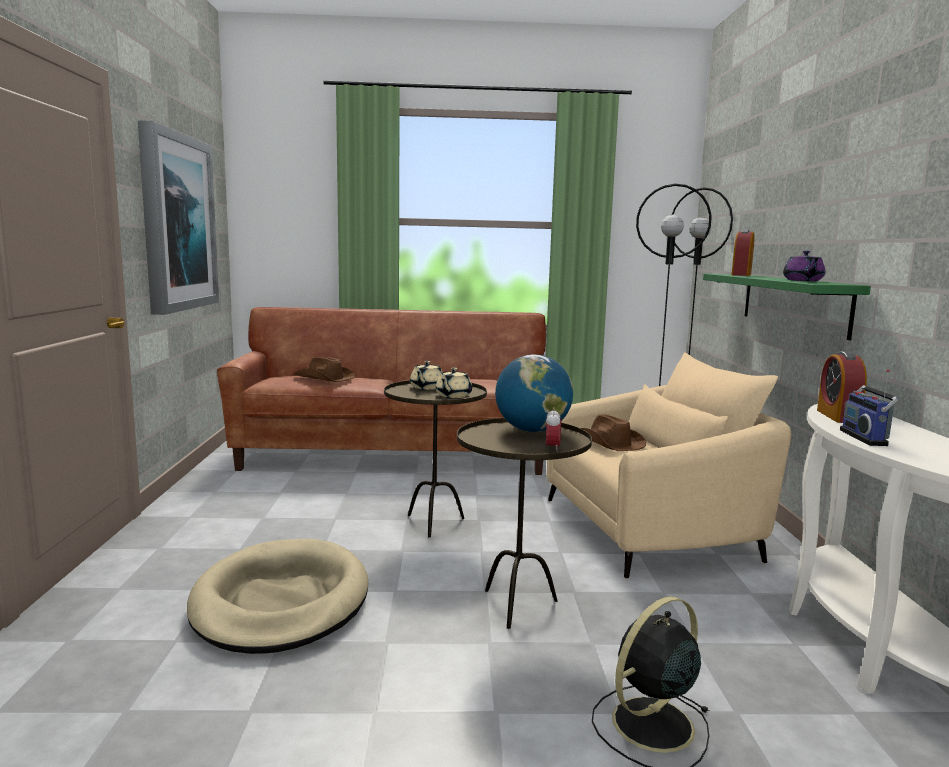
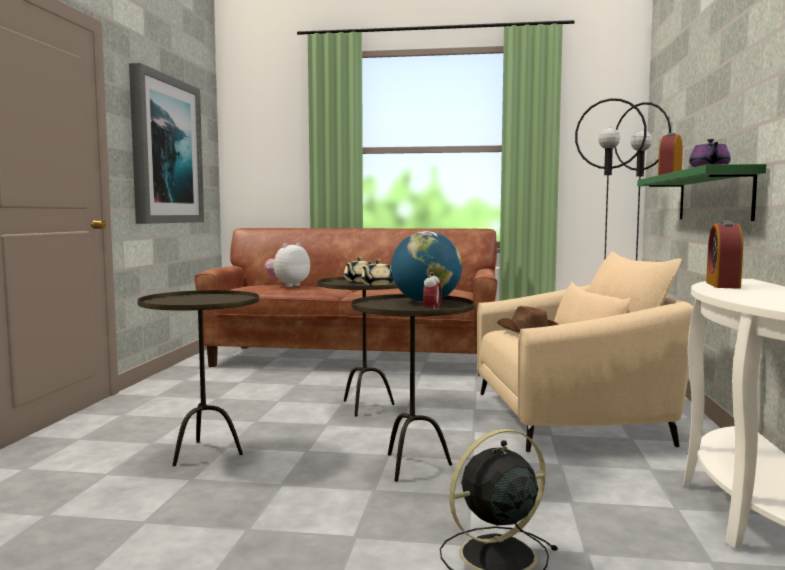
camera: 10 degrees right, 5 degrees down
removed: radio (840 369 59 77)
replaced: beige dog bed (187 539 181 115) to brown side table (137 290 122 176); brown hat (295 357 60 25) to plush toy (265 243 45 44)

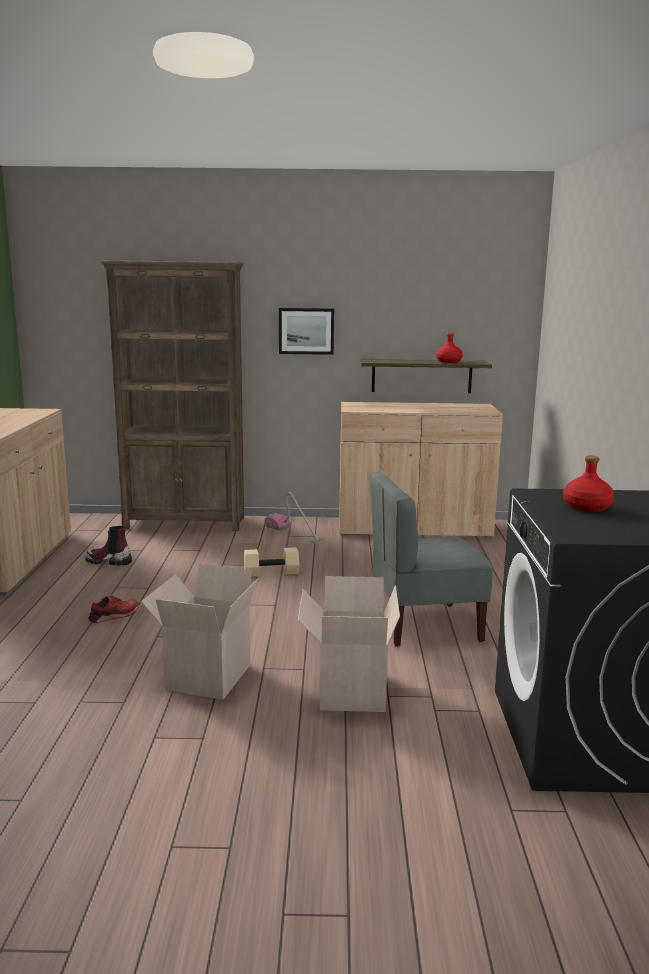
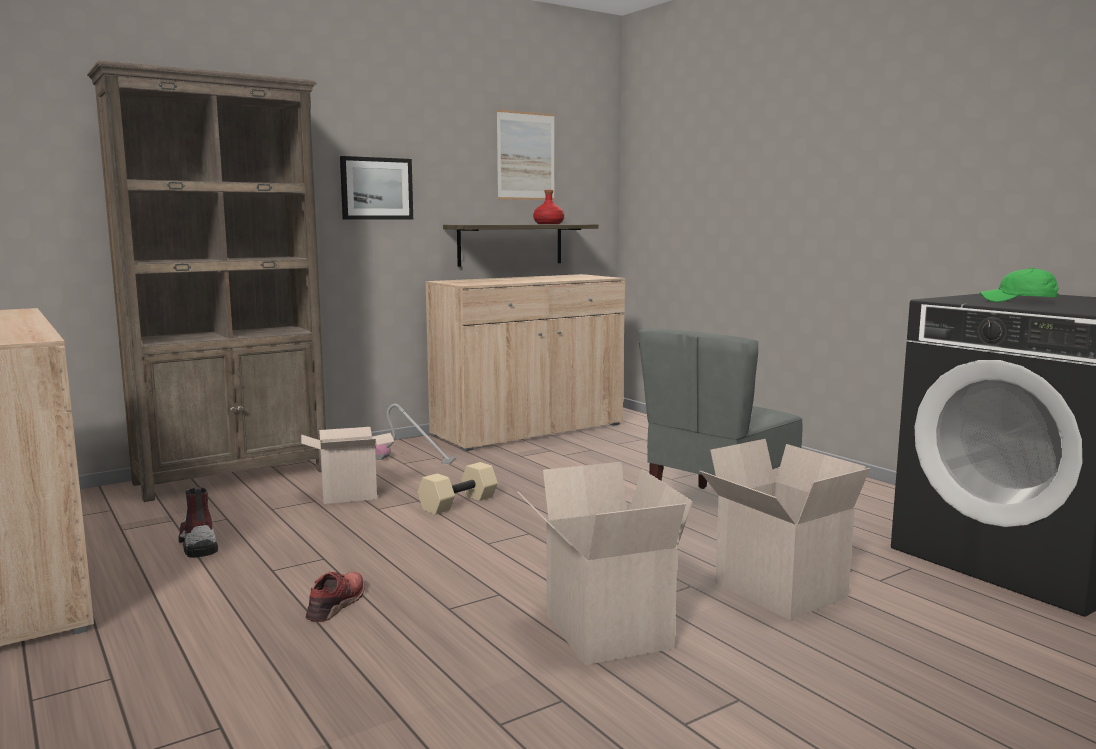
camera: 35 degrees left, 5 degrees down
added: cardboard box (301 427 93 77); picture (497 110 58 90)
replaced: red bottle (563 456 51 56) to green cap (980 268 79 34)
turned: boot (85 523 47 42) = (179 487 39 71) 90 degrees clockwise

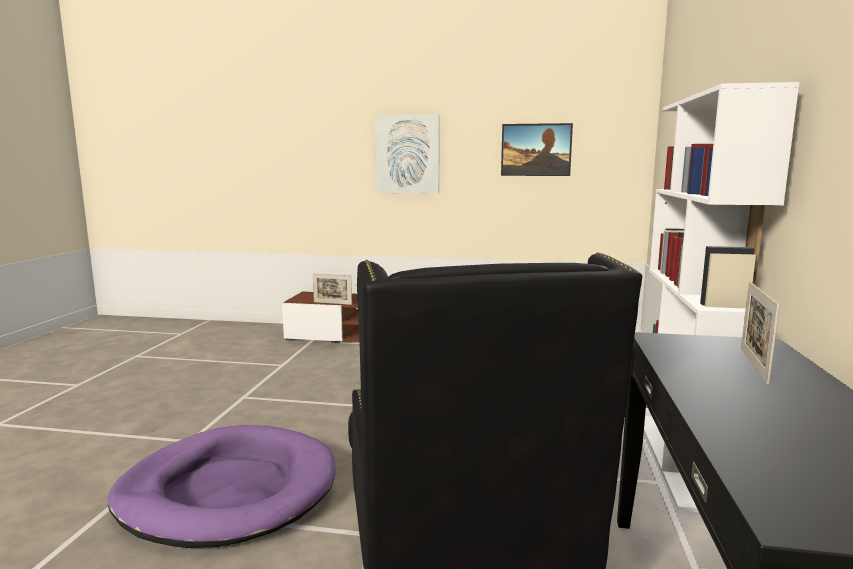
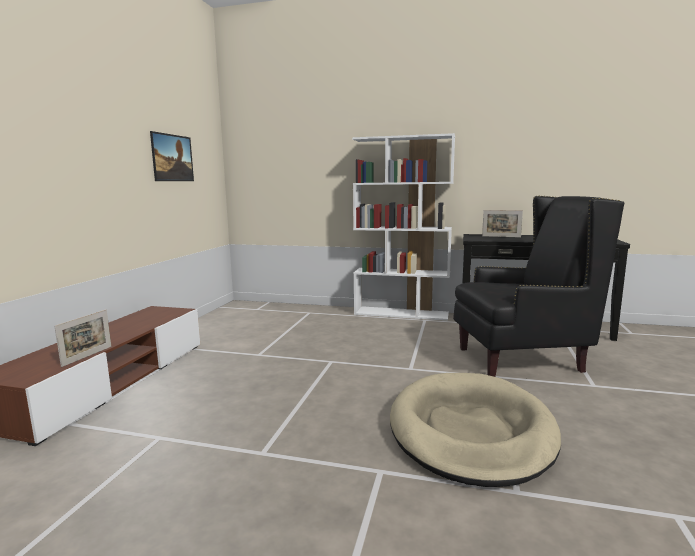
camera: 85 degrees left, 0 degrees up
removed: picture (375 114 65 80)
recoloured: purple dog bed (108 425 228 123) to beige dog bed (390 373 171 114)

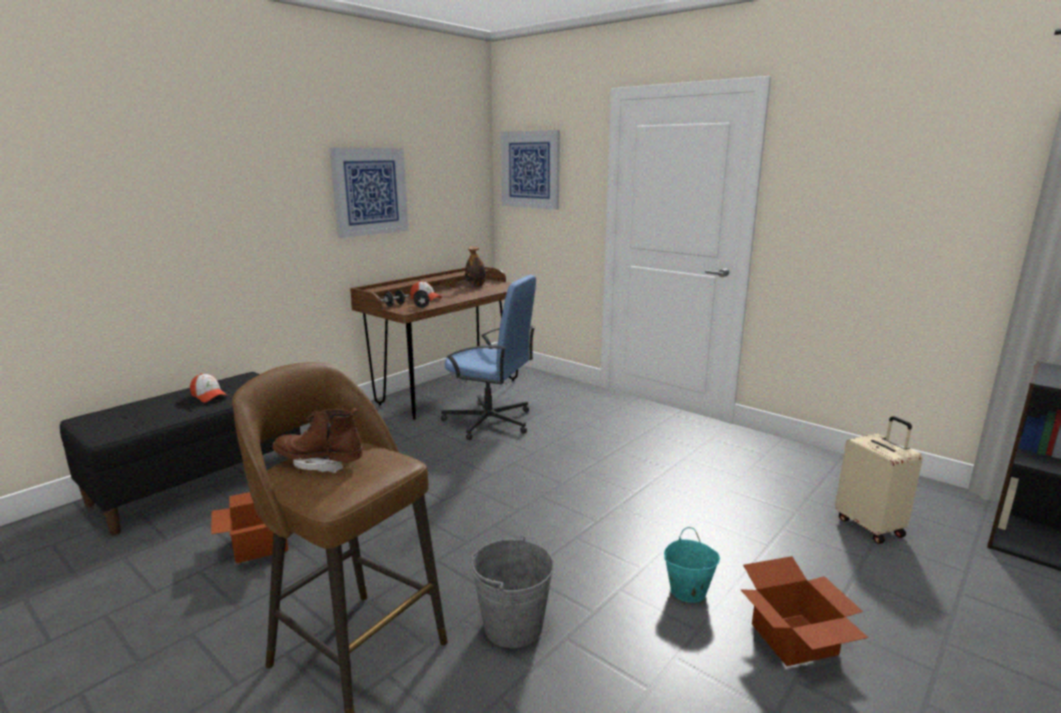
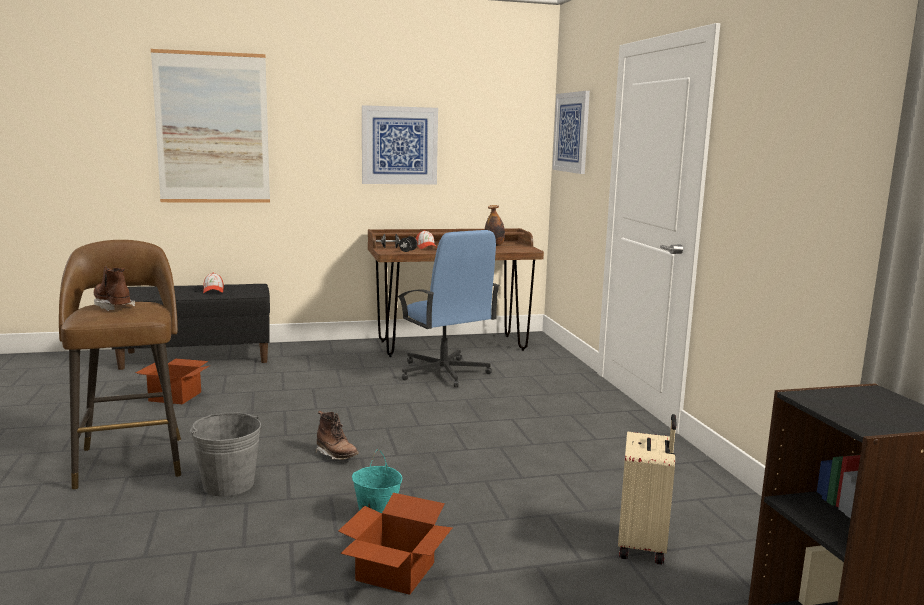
camera: 35 degrees right, 5 degrees down
added: picture (151 49 119 154); brown boot (316 411 43 49)

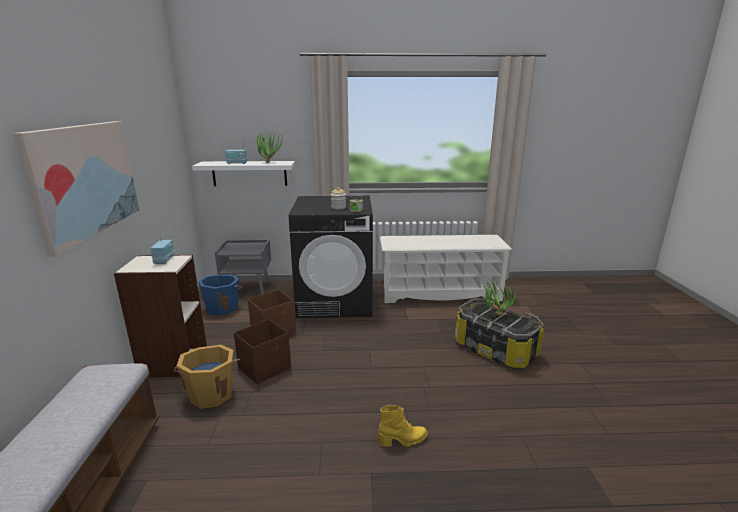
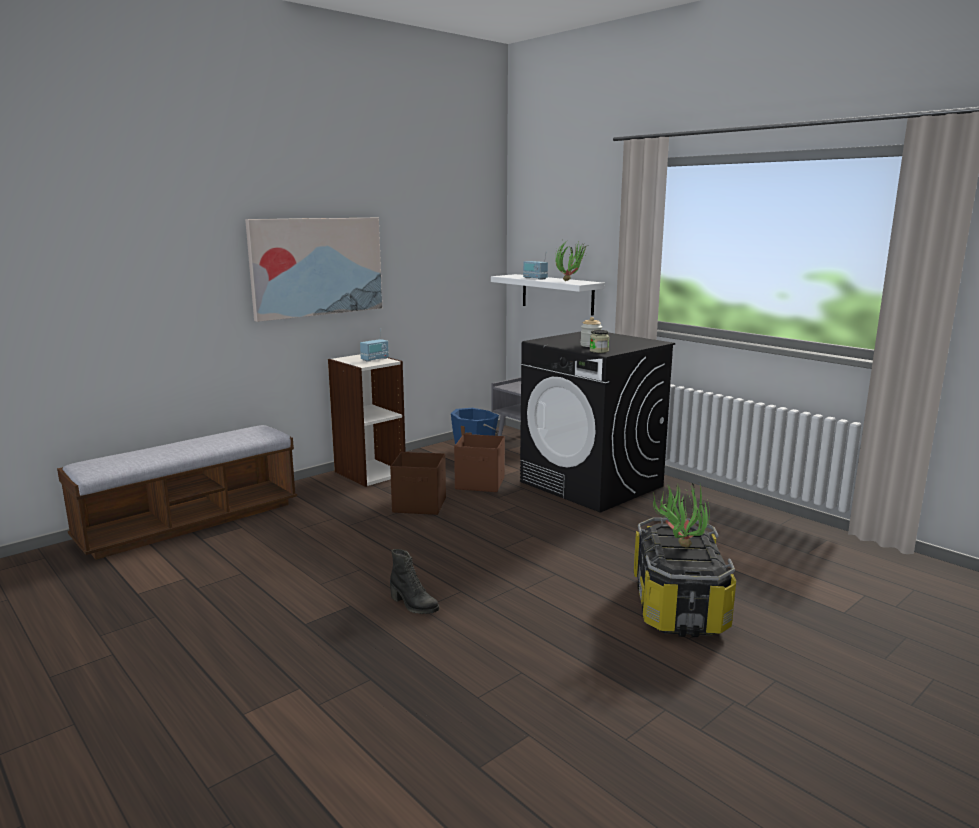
camera: 50 degrees right, 5 degrees down
removed: orange bucket (174 345 66 64); white shoe rack (380 235 132 68)
recoloured: yellow boot (379 405 49 42) to black boot (390 549 49 65)

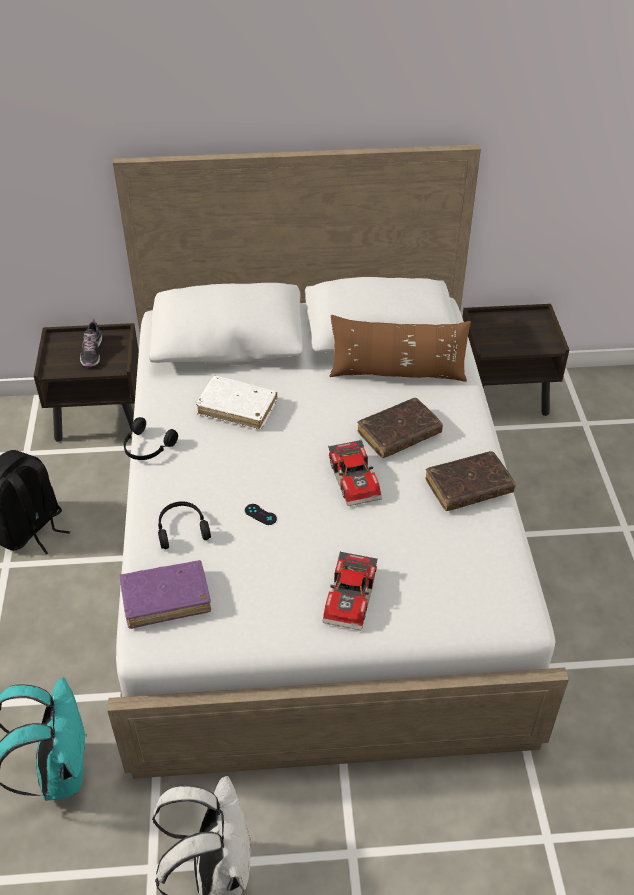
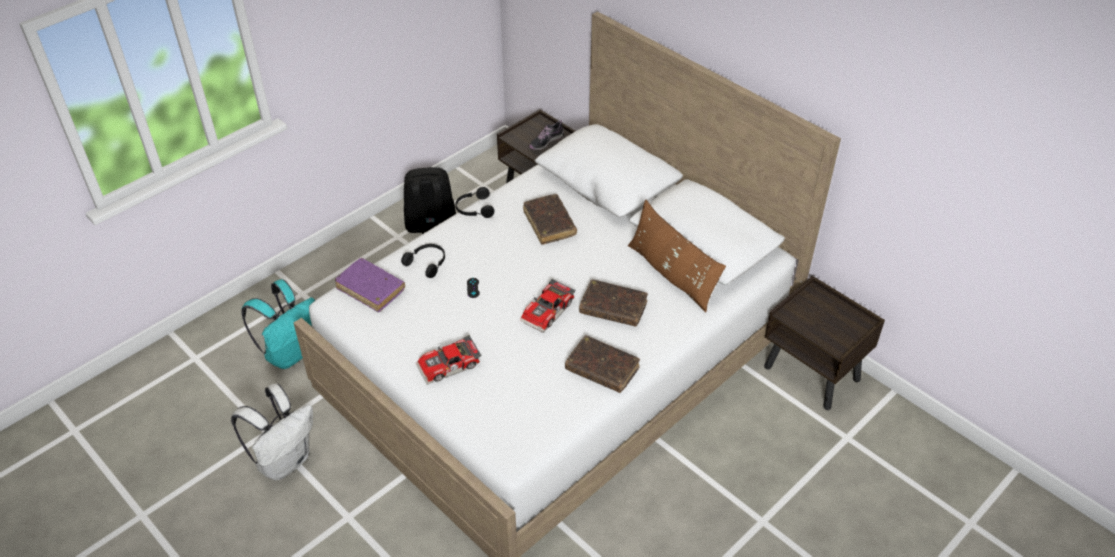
camera: 50 degrees right, 0 degrees up
recoloured: white book (196 376 81 54) to brown book (523 194 54 51)

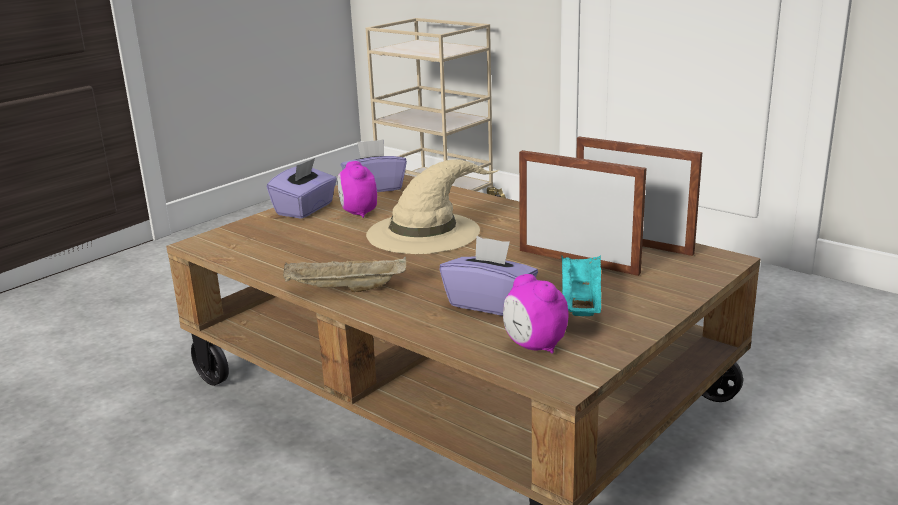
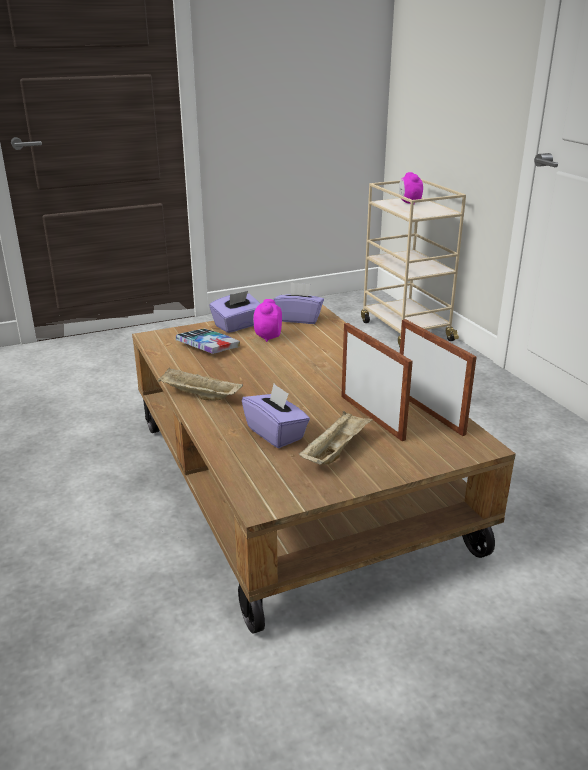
camera: 25 degrees right, 5 degrees up
removed: beige hat (366 159 133 95)
added: book (176 329 64 25)
moved: alarm clock (503 274 65 79) to (399 172 24 32)
recoloured: turquoise tray (562 255 39 61) to beige tray (299 411 74 54)

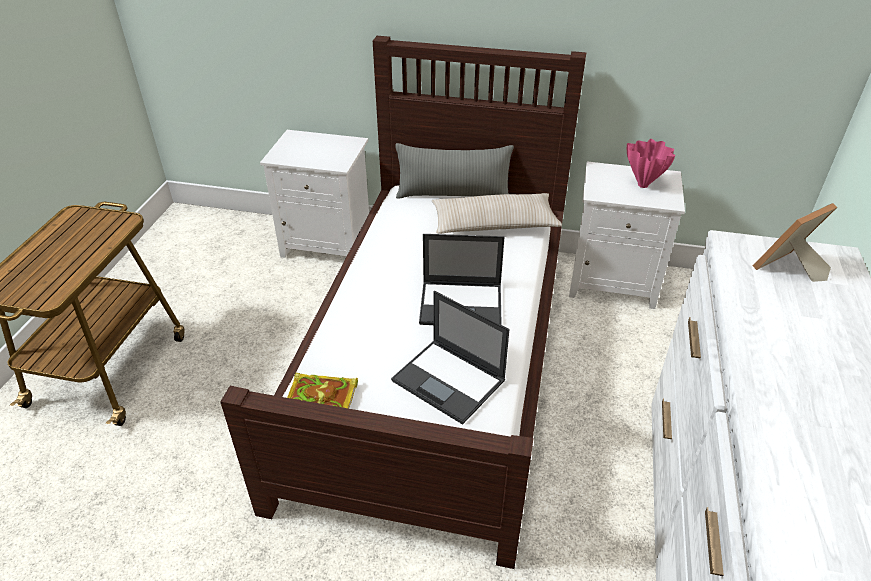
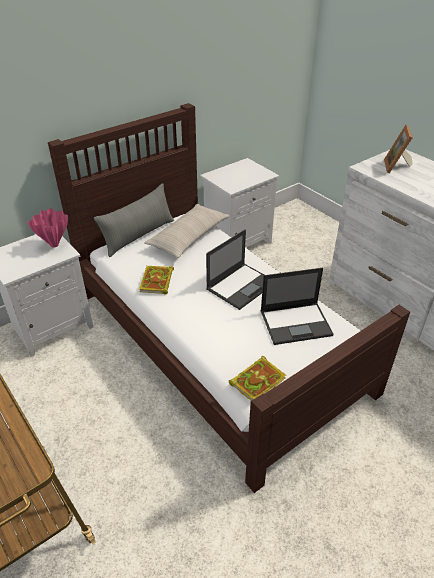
camera: 50 degrees left, 0 degrees up
added: book (139 266 35 29)
moved: pink vase (627 139 48 49) to (28 208 40 40)

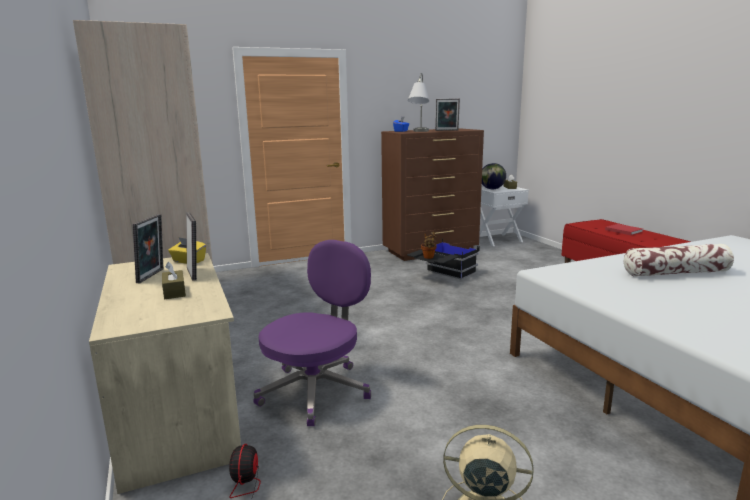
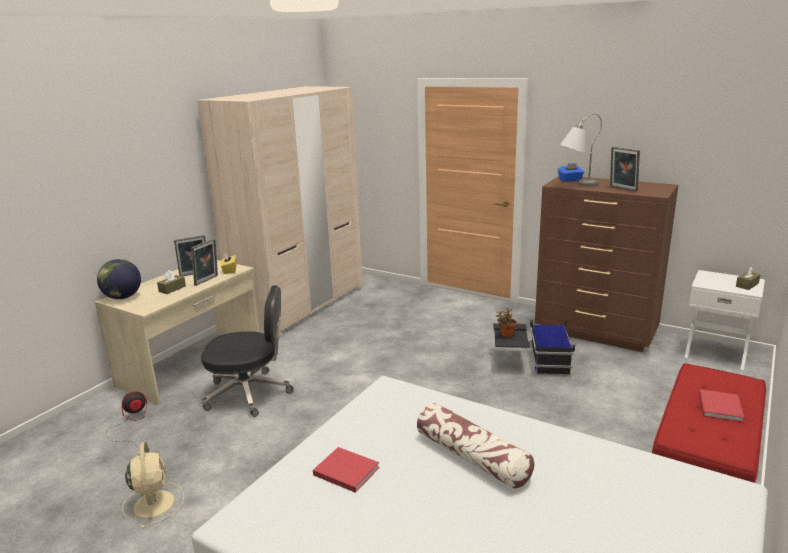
camera: 55 degrees right, 5 degrees up
added: red book (313 447 67 46)
moved: globe (482 163 24 26) to (97 259 44 40)
recoloured: purple office chair (253 240 118 186) to black office chair (201 285 93 132)

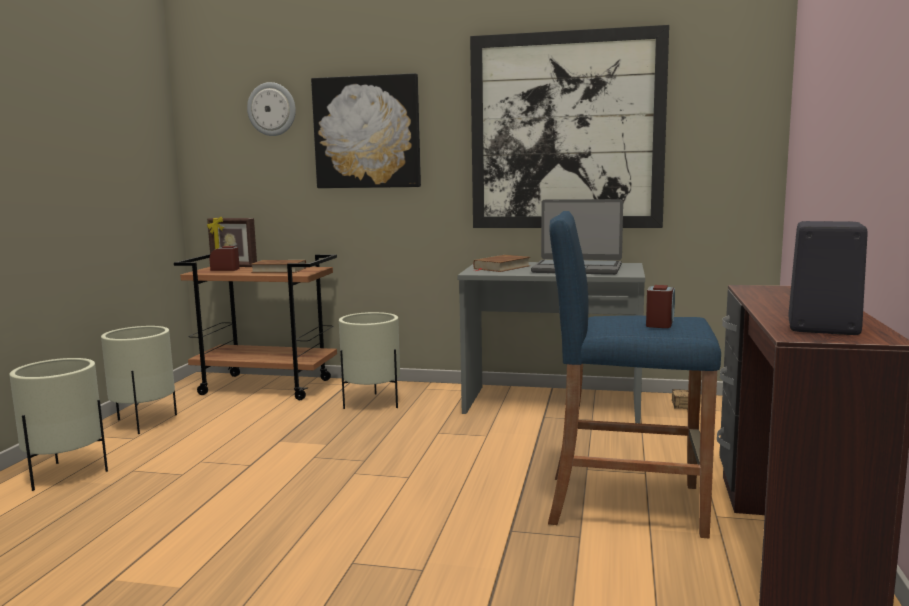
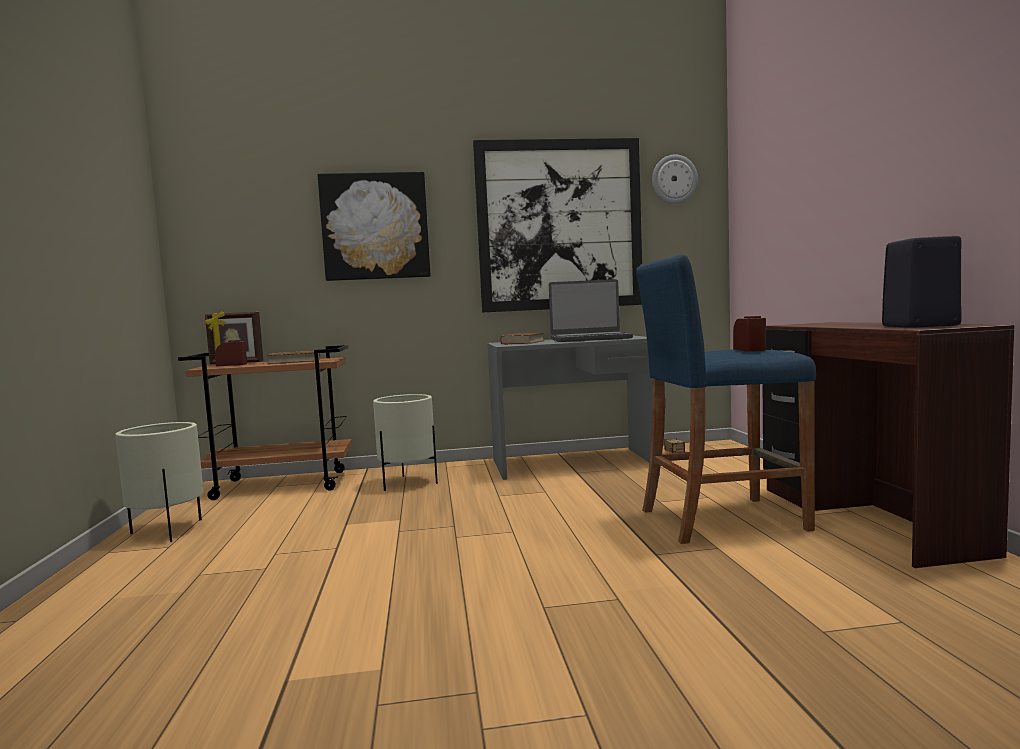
camera: 20 degrees left, 5 degrees down
removed: beige planter (9 358 99 133)
moved: wall clock (247 82 49 54) to (652 155 46 49)

